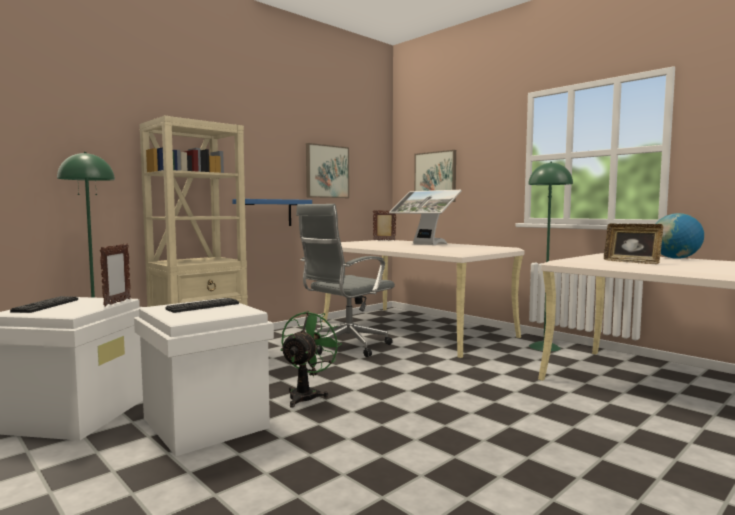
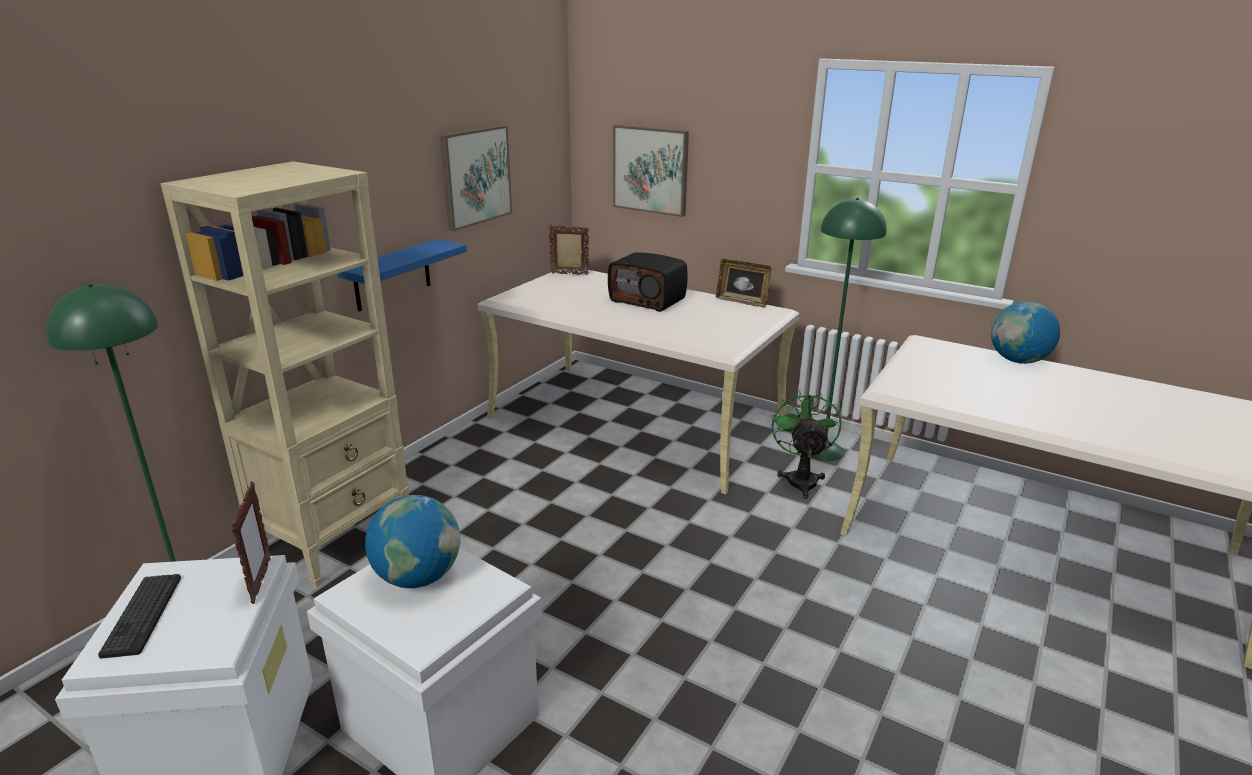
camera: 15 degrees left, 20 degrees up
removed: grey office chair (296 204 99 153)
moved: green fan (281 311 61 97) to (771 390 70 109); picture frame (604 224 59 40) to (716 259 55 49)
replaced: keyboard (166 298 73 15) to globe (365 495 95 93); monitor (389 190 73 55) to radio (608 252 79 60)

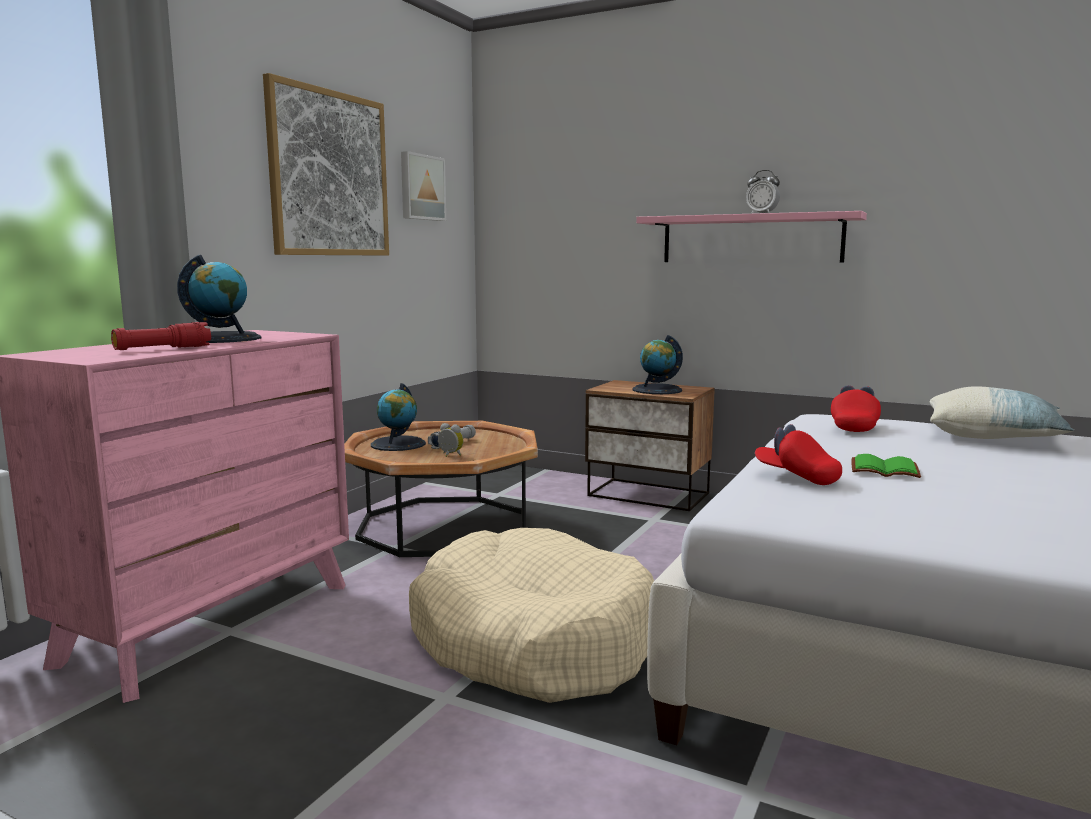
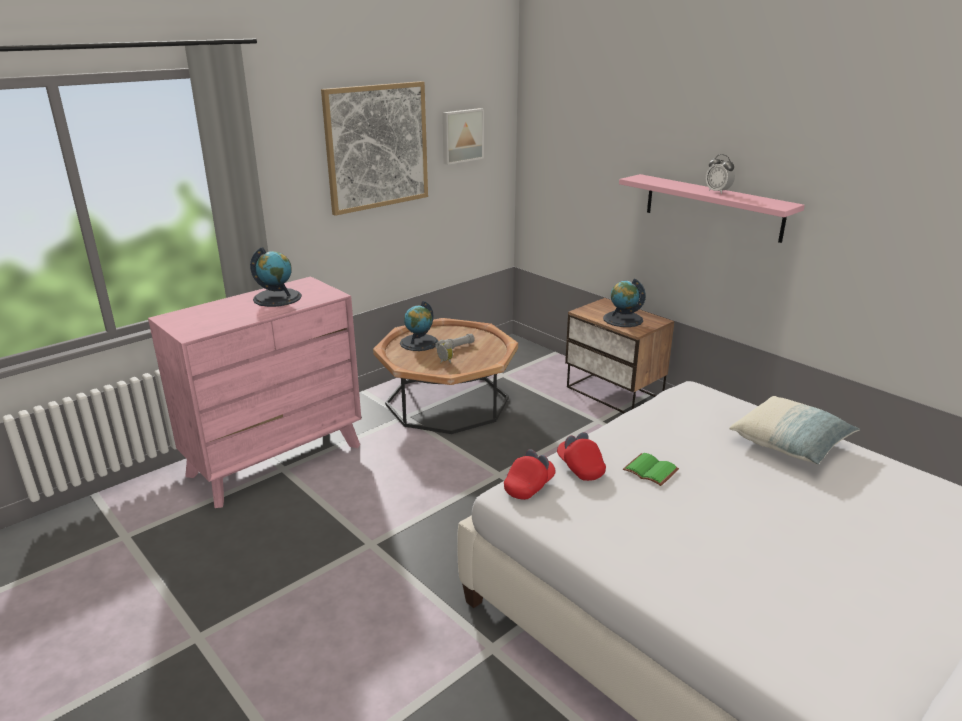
camera: 20 degrees right, 15 degrees up
removed: red flashlight (111 322 100 28); beige dog bed (409 528 245 175)
moved: red cap (831 385 50 47) to (504 449 51 51)

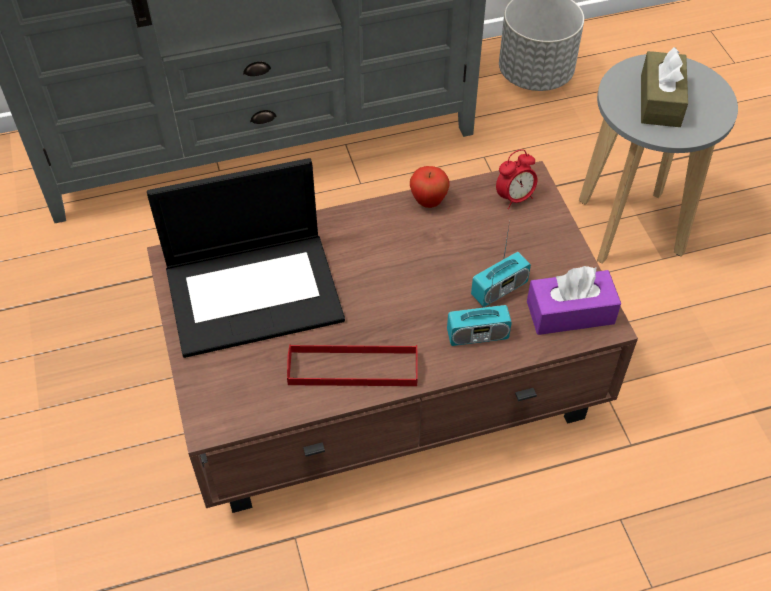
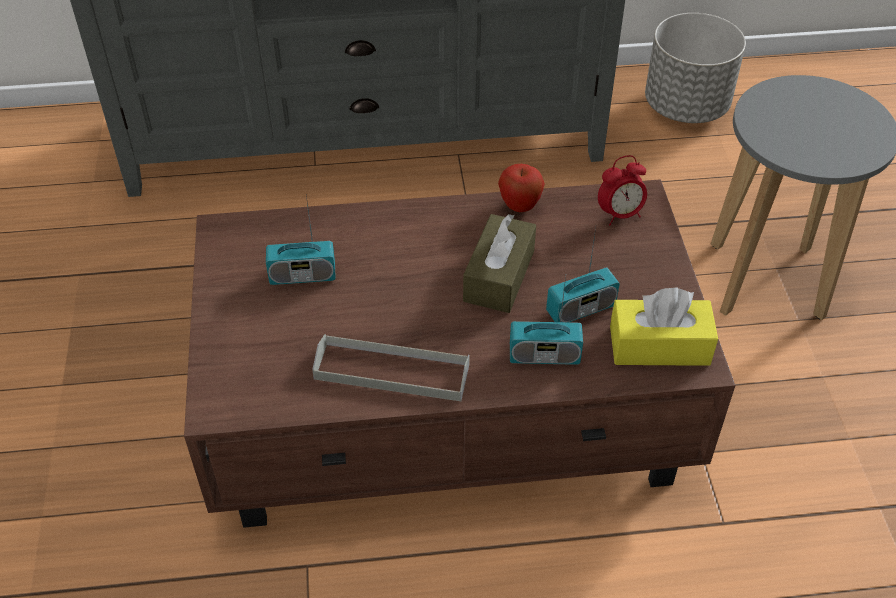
camera: 10 degrees right, 5 degrees down
moved: brown tissue box (641 47 47 80) to (463 214 73 99)
replaced: laptop (147 158 198 200) to radio (266 196 70 89)
recoloured: red tray (287 344 131 42) to grey tray (312 334 158 67); purple tissue box (527 266 94 69) to yellow tissue box (610 288 108 78)

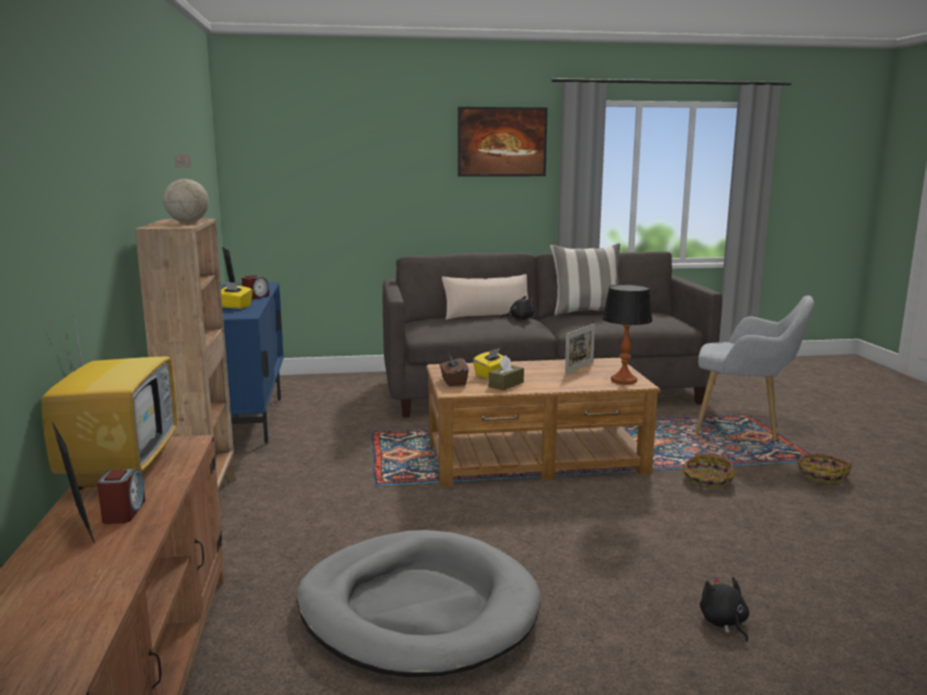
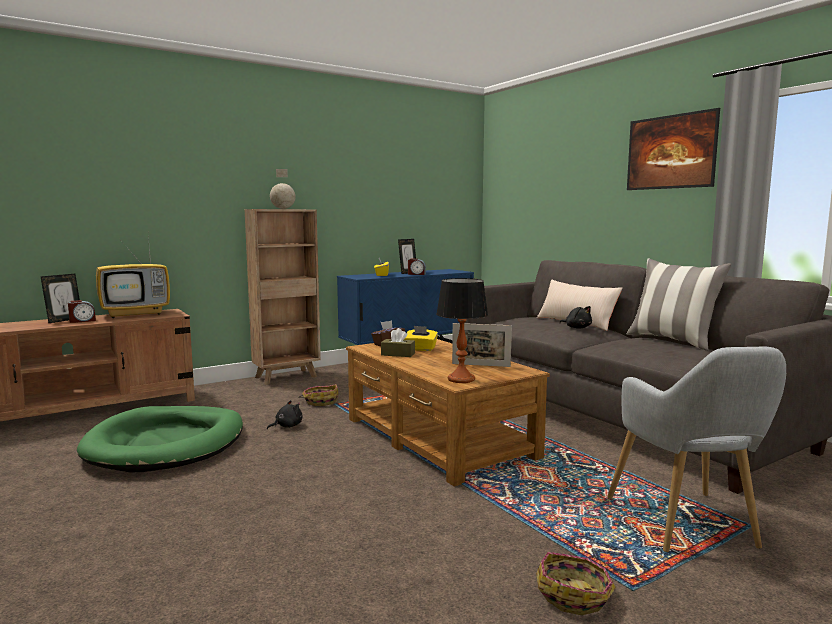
camera: 65 degrees right, 5 degrees down
moved: basket (682 453 53 36) to (298 384 41 22); black plush toy (700 576 49 66) to (267 400 36 30)
recoloured: grey dog bed (297 530 244 147) to green dog bed (77 406 166 66)

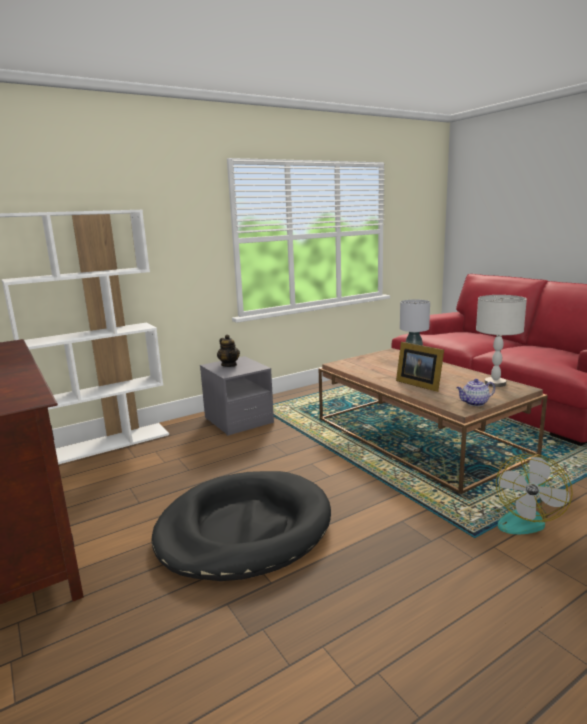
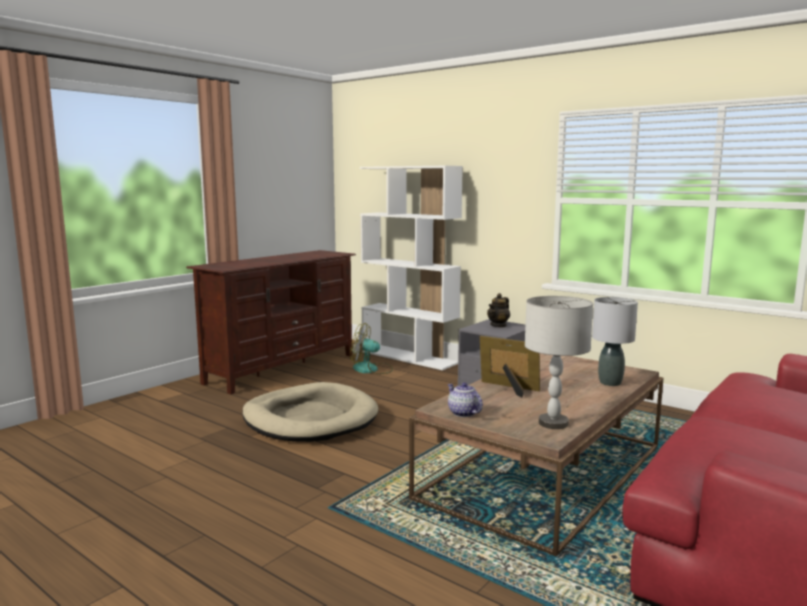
camera: 70 degrees right, 5 degrees down
moved: fan (495 454 78 80) to (350 323 43 51)
recoloured: black dog bed (152 471 179 110) to beige dog bed (242 382 136 60)
turned: picture frame (396 342 48 50) = (480 336 60 61) 90 degrees clockwise

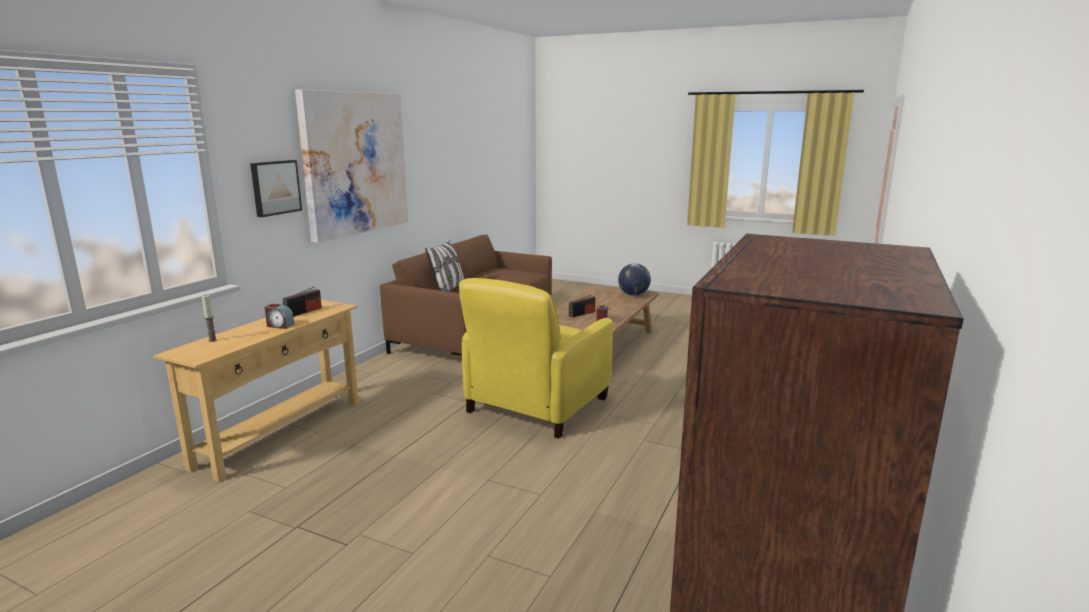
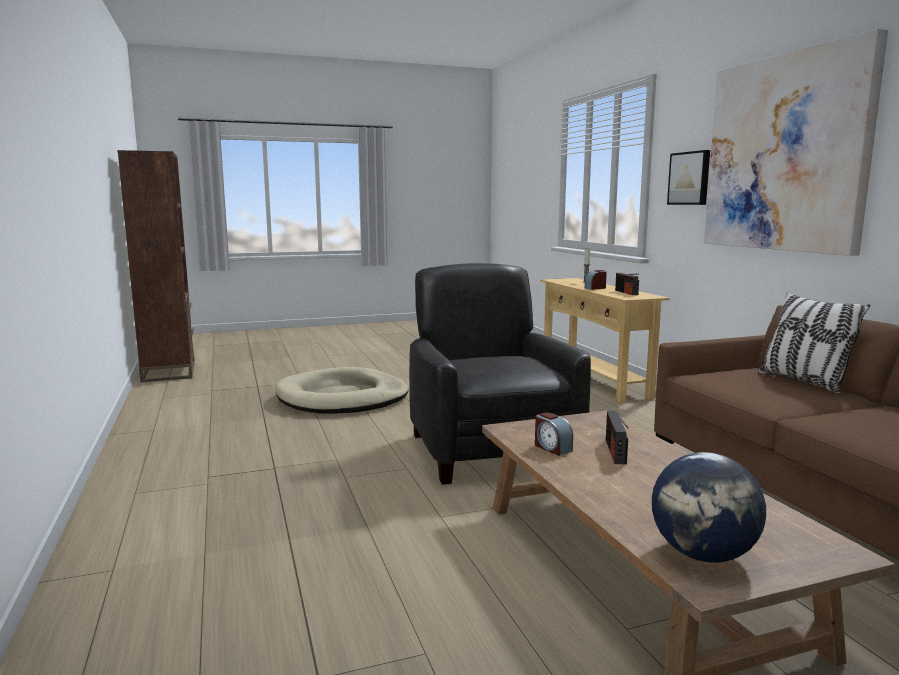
camera: 135 degrees right, 5 degrees down
added: beige dog bed (275 367 134 47)
recoloured: yellow armchair (459 278 154 161) to black armchair (409 263 182 222)

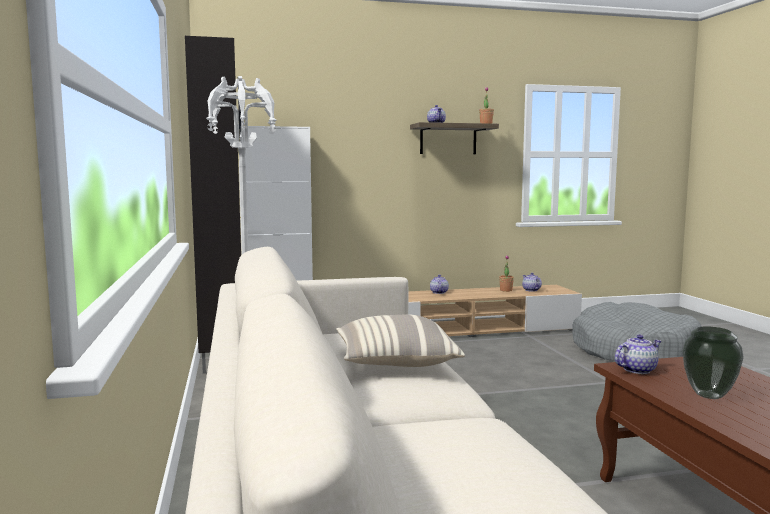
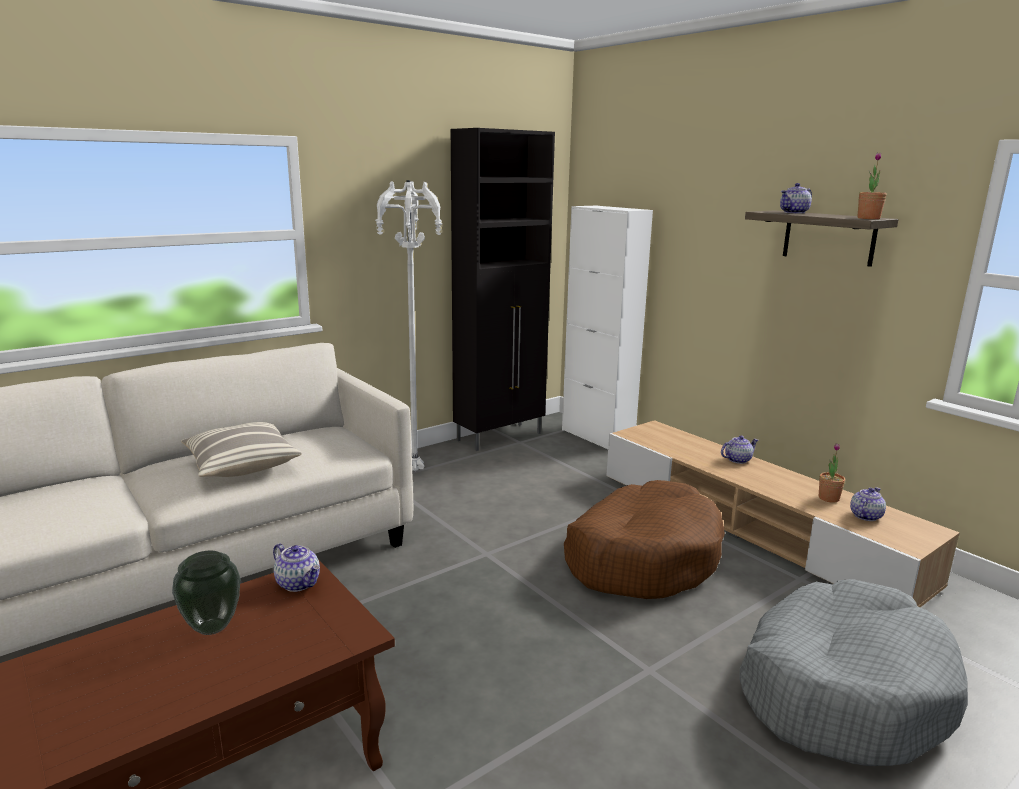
camera: 65 degrees right, 10 degrees up
added: brown dog bed (564 480 161 119)

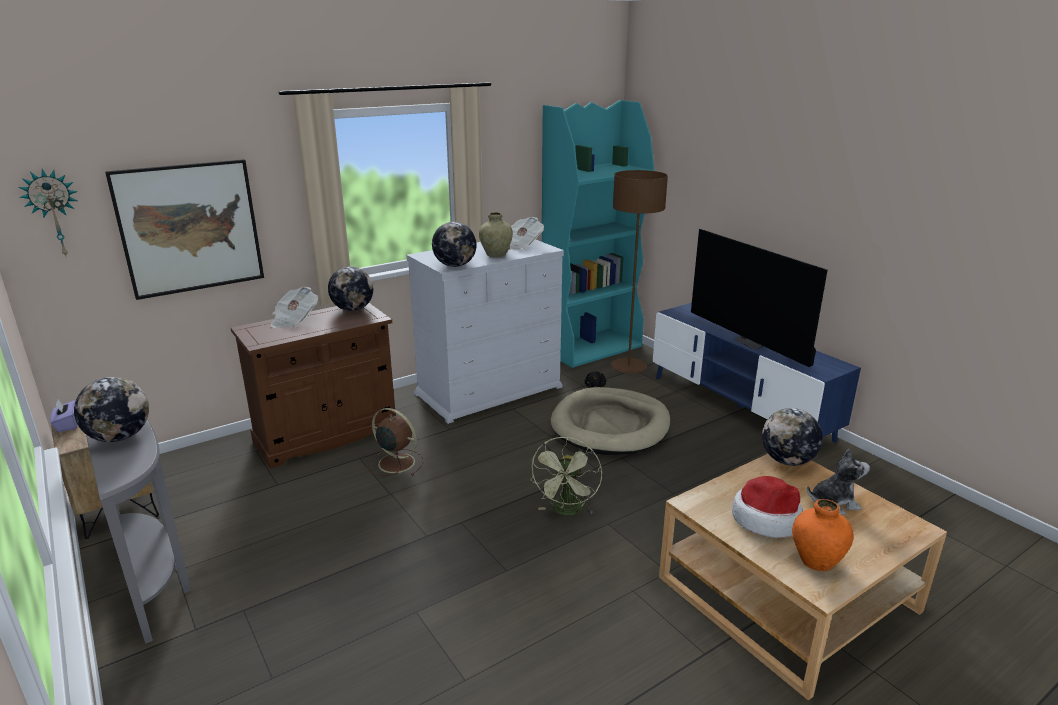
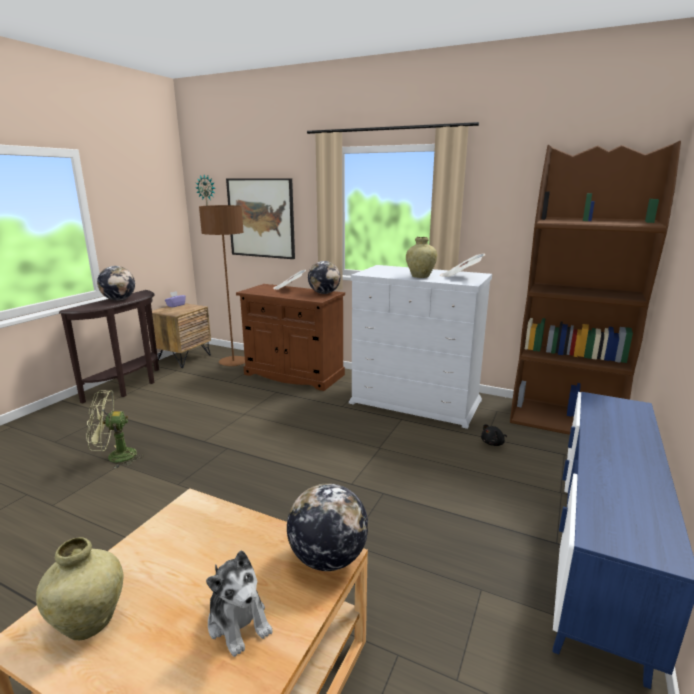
camera: 60 degrees right, 5 degrees down
removed: brown fan (367 408 57 68); globe (432 222 45 45); beige dog bed (551 387 119 68); television (691 229 137 138); hat (732 476 71 62)
moved: green fan (530 437 72 79) to (86 390 58 79); brown floor lamp (611 170 57 203) to (199 205 46 161)
recoloured: grey console table (86 420 105 224) to brown console table (59 290 100 114); turquoise bookcase (542 100 113 268) to brown bookcase (510 141 171 294); orange vase (792 499 62 72) to beige vase (36 537 87 103)

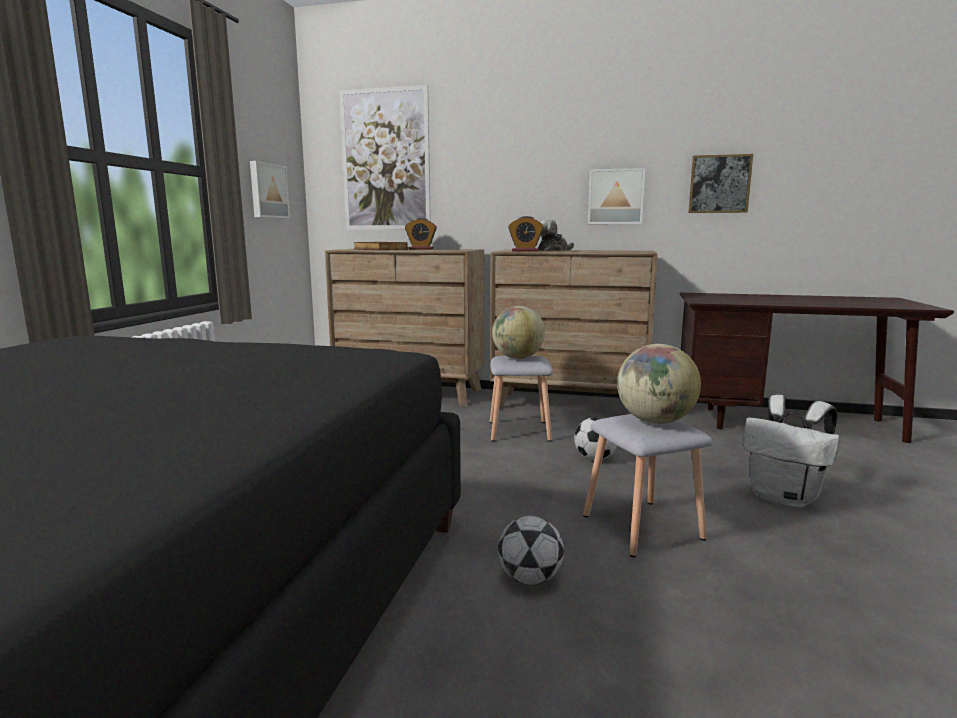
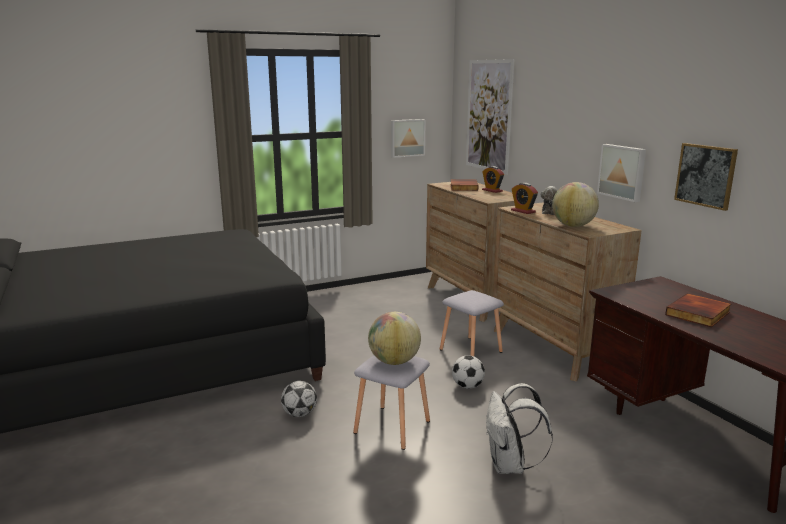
camera: 50 degrees right, 5 degrees up
added: book (665 293 66 34)
moved: globe (492 306 53 53) to (552 182 47 45)

